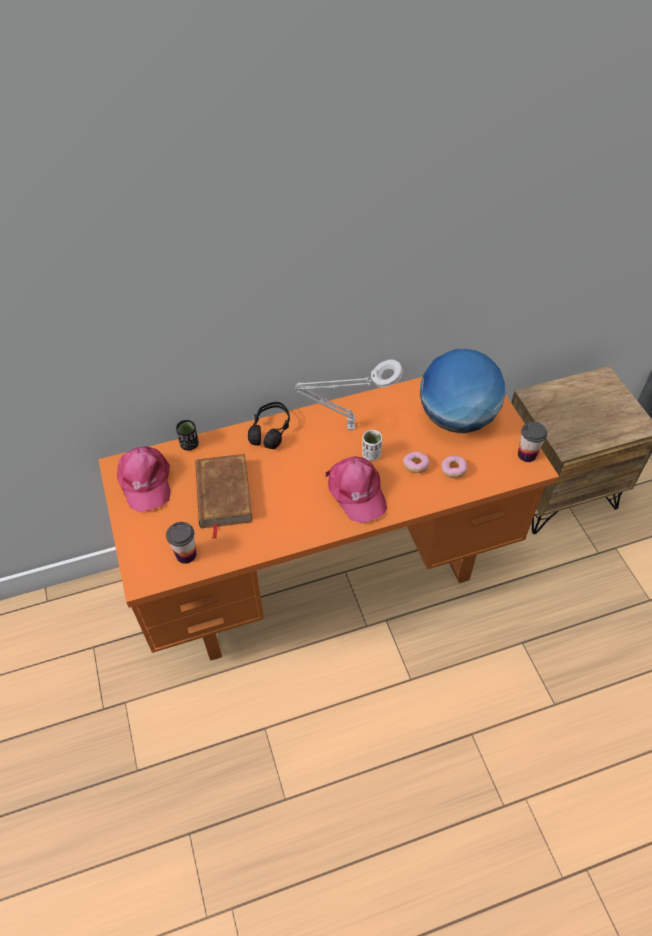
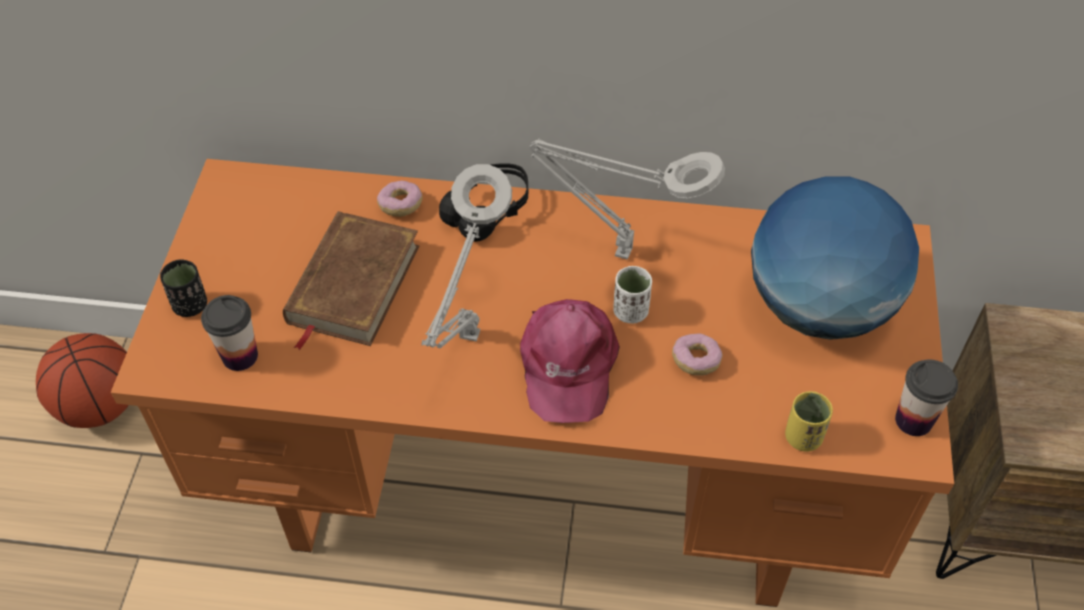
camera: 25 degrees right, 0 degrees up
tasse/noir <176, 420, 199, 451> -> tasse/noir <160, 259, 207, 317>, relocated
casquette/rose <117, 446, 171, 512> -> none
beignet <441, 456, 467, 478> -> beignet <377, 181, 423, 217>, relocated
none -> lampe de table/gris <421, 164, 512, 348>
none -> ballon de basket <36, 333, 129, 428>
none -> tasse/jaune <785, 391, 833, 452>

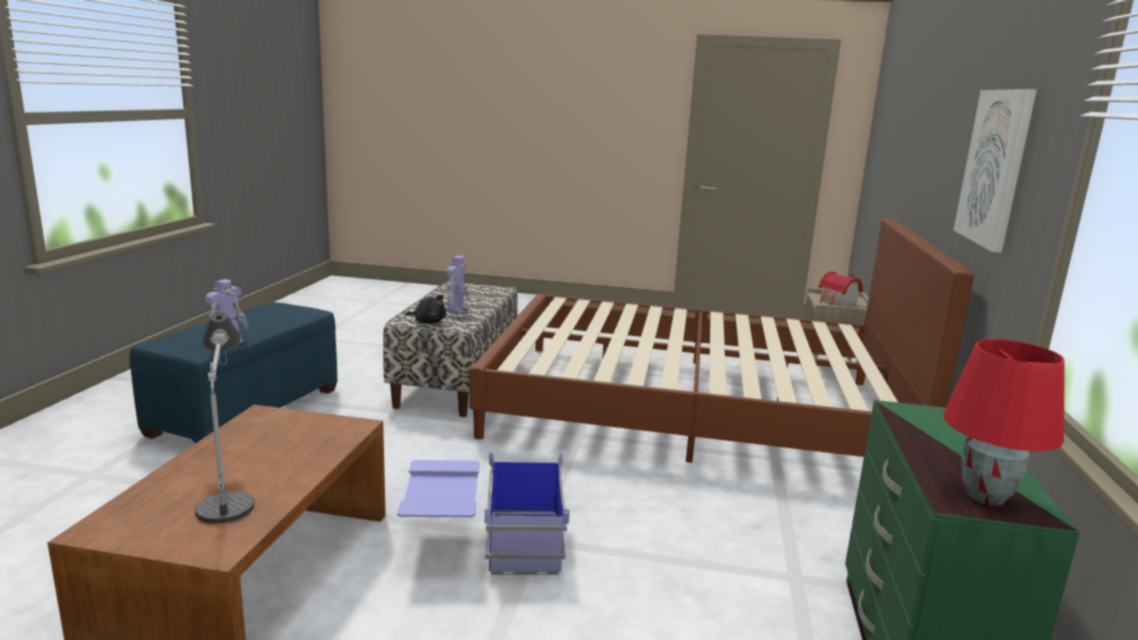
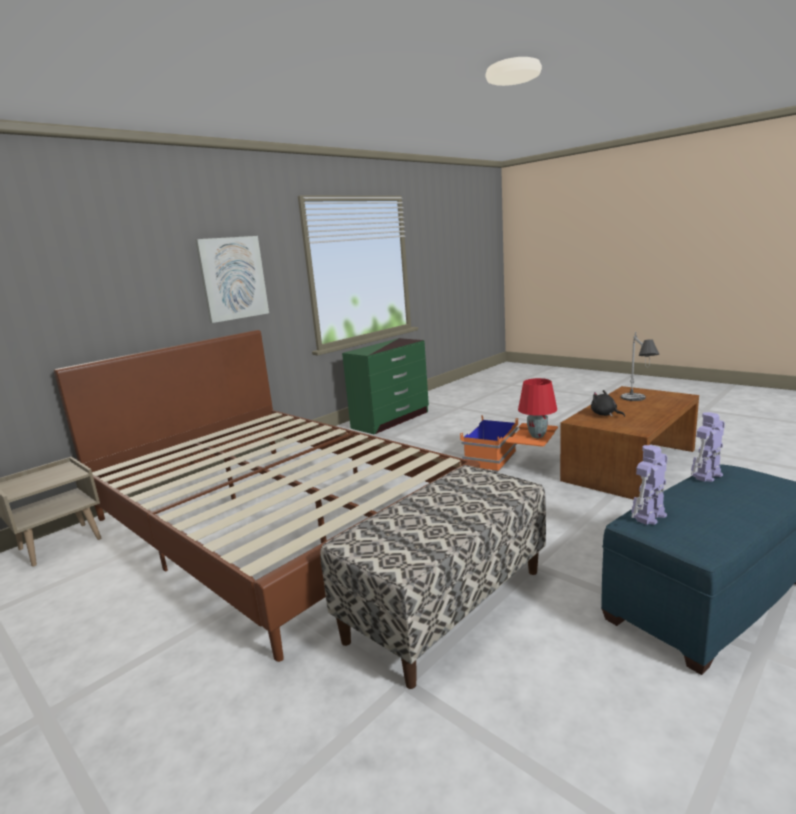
camera: 145 degrees left, 0 degrees up
robot jouet <445, 256, 468, 313> -> robot jouet <631, 445, 668, 525>, relocated
maison miniature <818, 271, 863, 307> -> none
peluche/noir <405, 295, 446, 324> -> peluche/noir <591, 390, 625, 417>, relocated
lampe de table/rouge <943, 339, 1065, 506> -> lampe de table/rouge <518, 378, 557, 438>, relocated
boîte de rangement/bleu <397, 452, 570, 575> -> boîte de rangement/orange <460, 415, 558, 472>

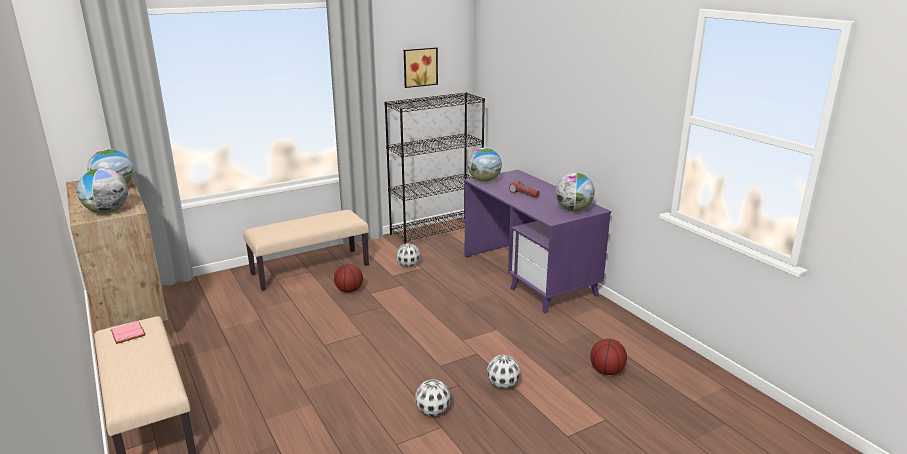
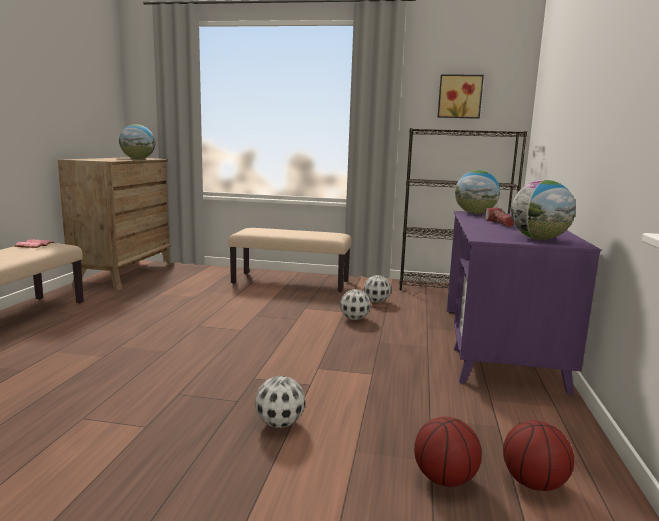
camera: 40 degrees right, 10 degrees down
globe <77, 168, 128, 213> -> none
ballon de basket <334, 264, 363, 293> -> ballon de basket <503, 420, 574, 491>, relocated
ballon de foot <415, 379, 450, 416> -> ballon de foot <340, 289, 371, 320>, relocated

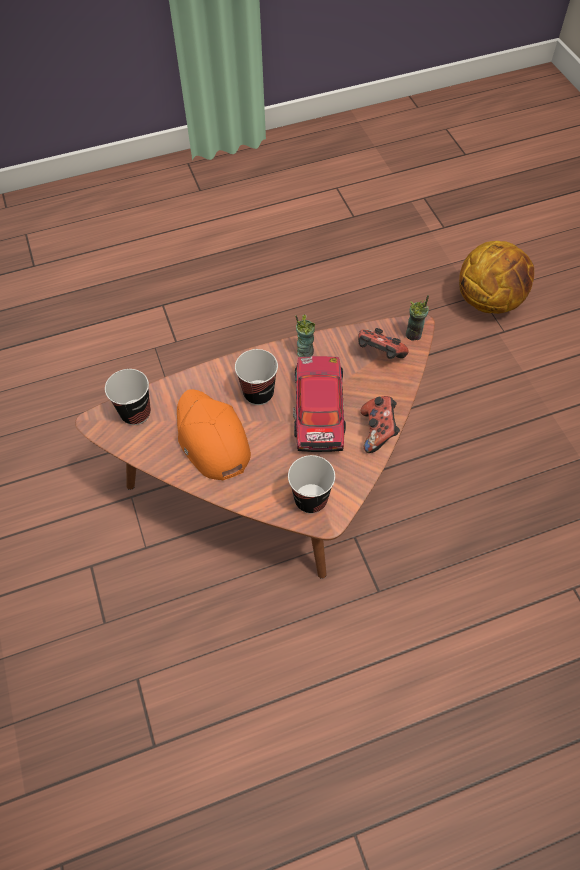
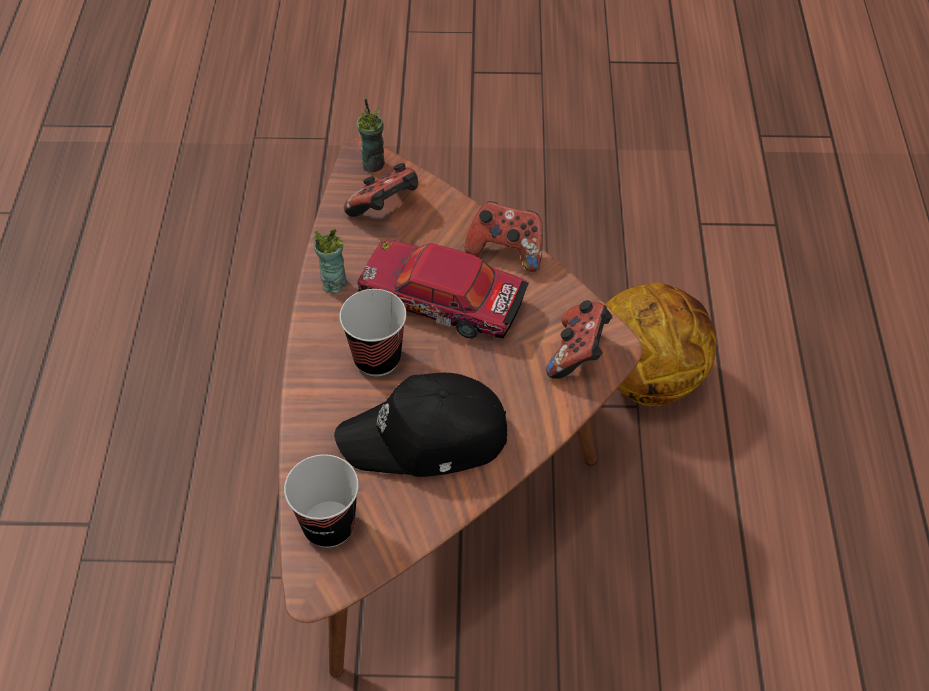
camera: 70 degrees left, 5 degrees down
ballon de basket <459, 241, 534, 314> -> ballon de basket <606, 283, 716, 406>, relocated
casquette/orange <177, 389, 251, 480> -> casquette/noir <334, 373, 507, 477>
tasse <288, 455, 335, 514> -> manette <546, 300, 612, 379>

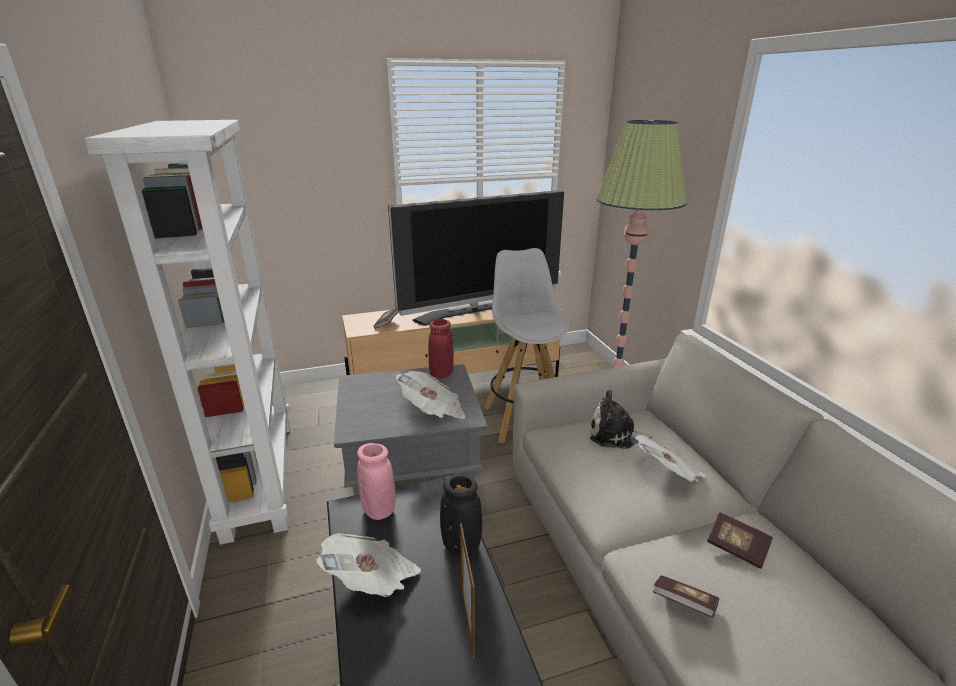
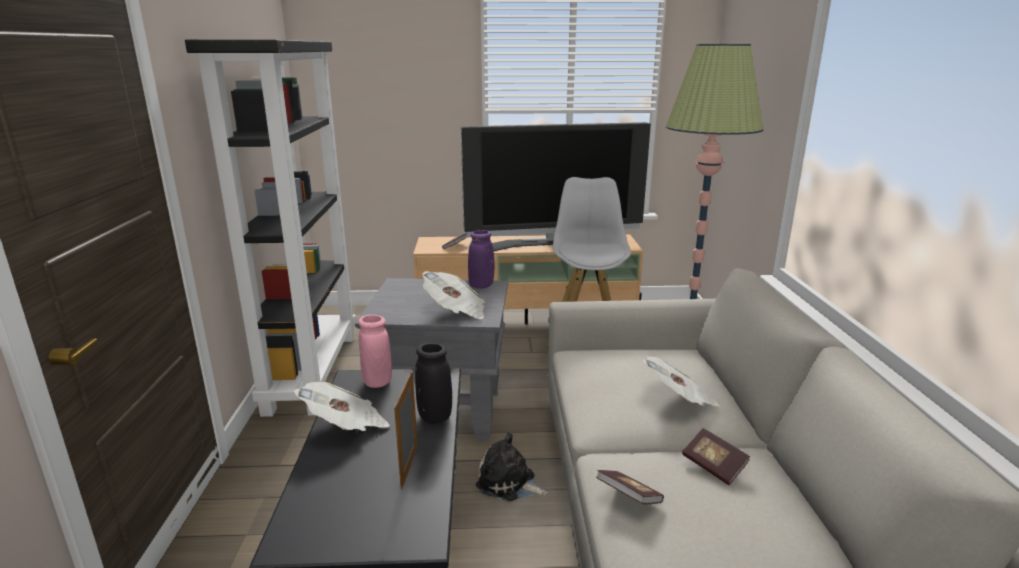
camera: 15 degrees right, 5 degrees down
bibliothèque/blanc <84, 120, 290, 545> -> bibliothèque/noir <185, 40, 356, 417>
vase/rouge <429, 319, 454, 378> -> vase/violet <468, 230, 494, 289>
peluche <590, 390, 653, 449> -> peluche <476, 432, 548, 502>, relocated

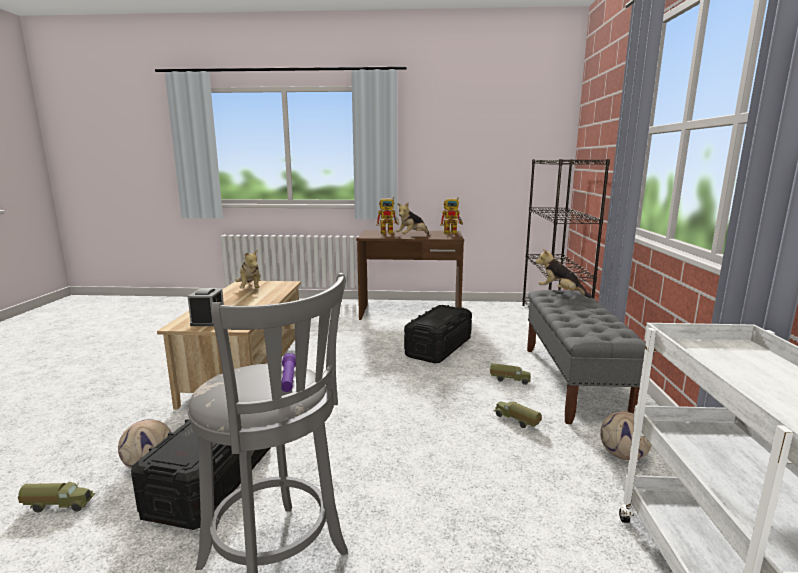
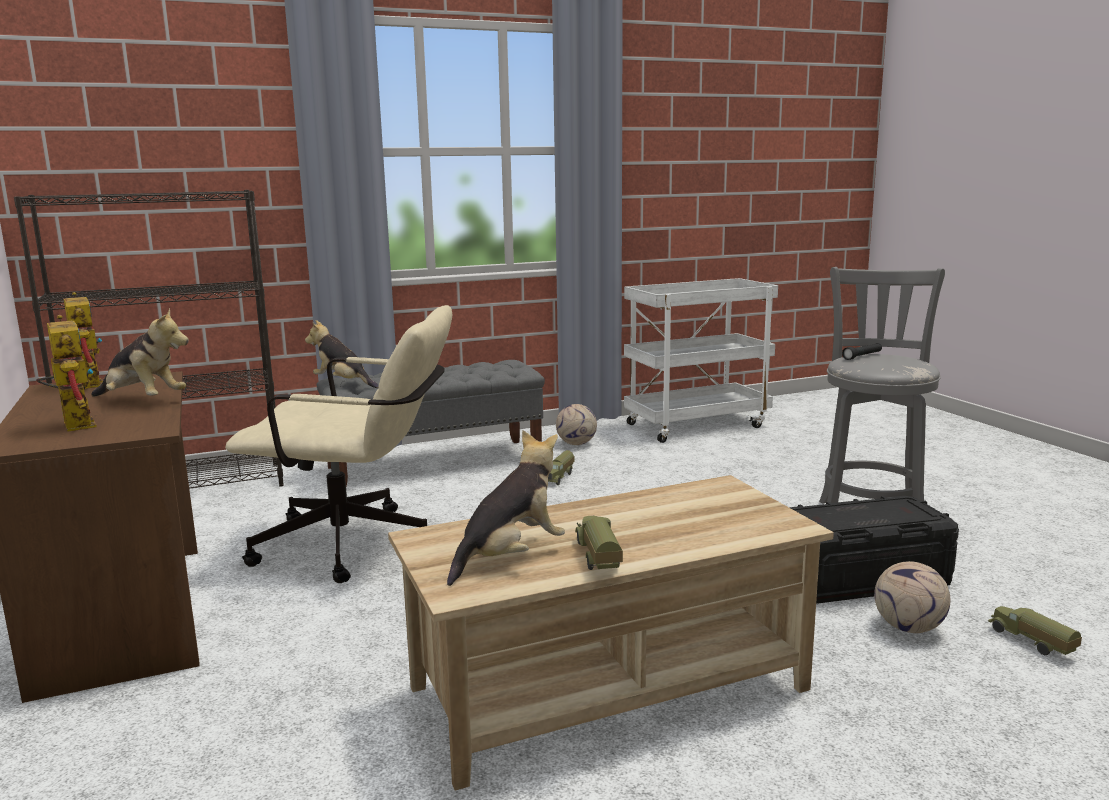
camera: 115 degrees left, 0 degrees up
peluche <535, 249, 592, 298> -> peluche <305, 320, 379, 388>, 105 degrees clockwise
réveil <188, 288, 224, 326> -> none
boîte de rangement/noir <404, 305, 472, 363> -> chaise de bureau/beige <225, 305, 453, 583>
lampe de poche/violet <281, 353, 296, 392> -> lampe de poche/noir <842, 343, 882, 360>
camion jouet <490, 363, 531, 385> -> camion jouet <575, 516, 623, 570>, relocated

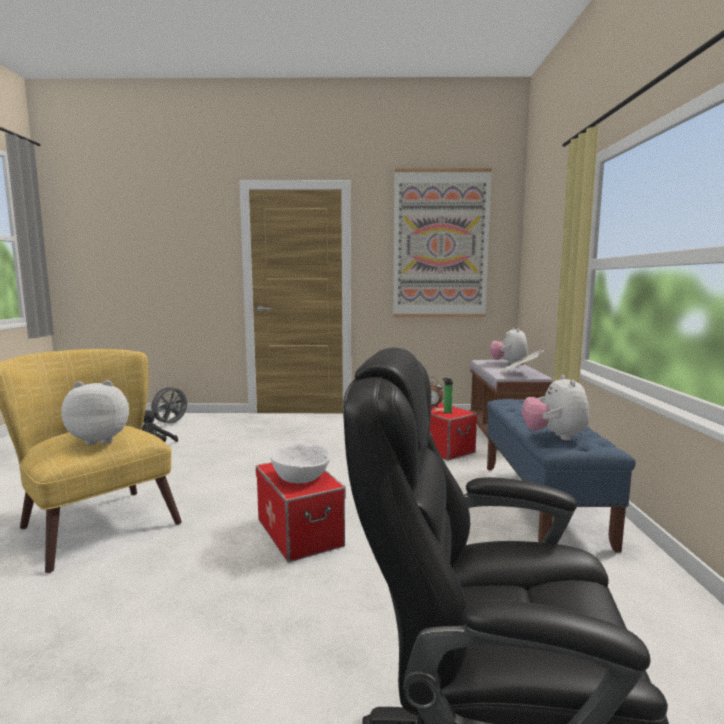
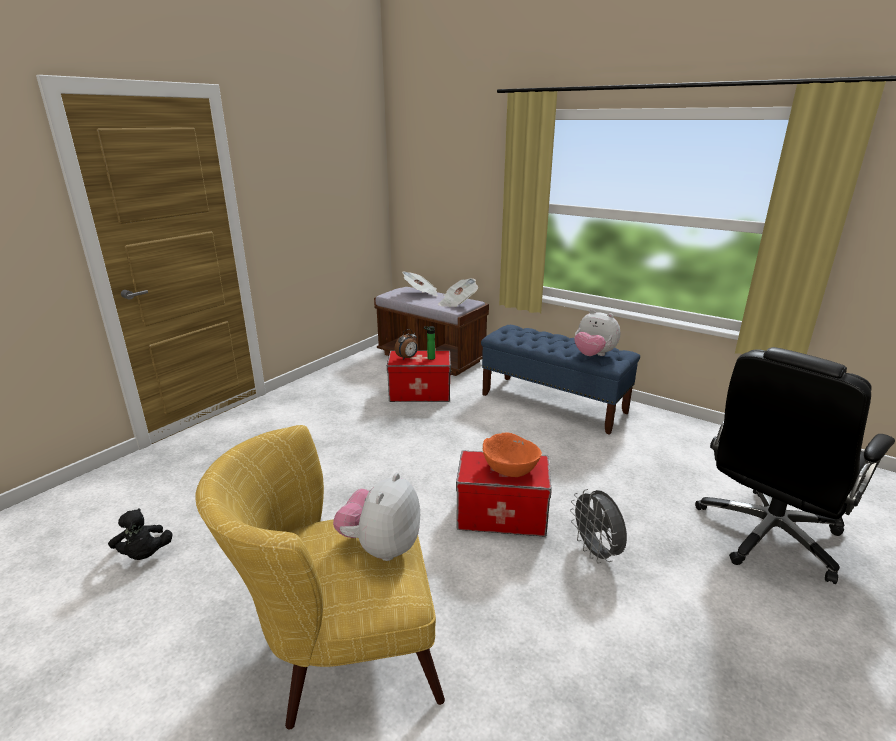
camera: 55 degrees left, 15 degrees up
tableau <393, 168, 492, 317> -> none
peluche <490, 327, 528, 364> -> journal <402, 271, 438, 296>
ventilateur/gris <148, 385, 187, 425> -> ventilateur/gris <570, 489, 627, 564>, relocated
bol/blanc <270, 442, 330, 483> -> bol/orange <483, 433, 542, 477>

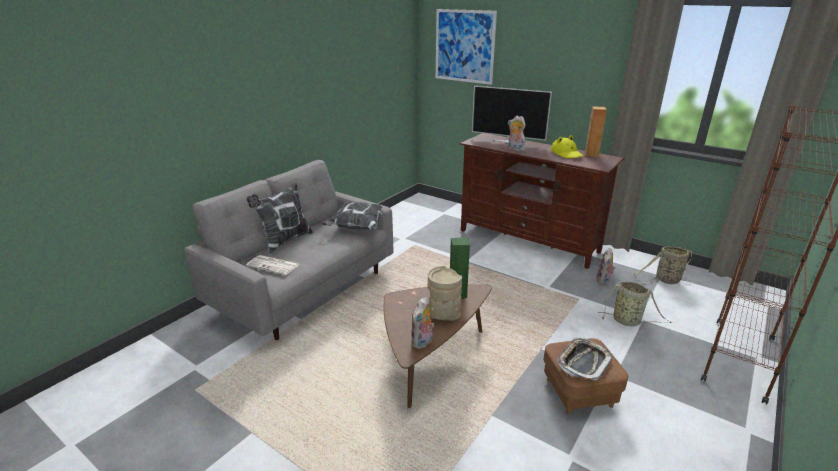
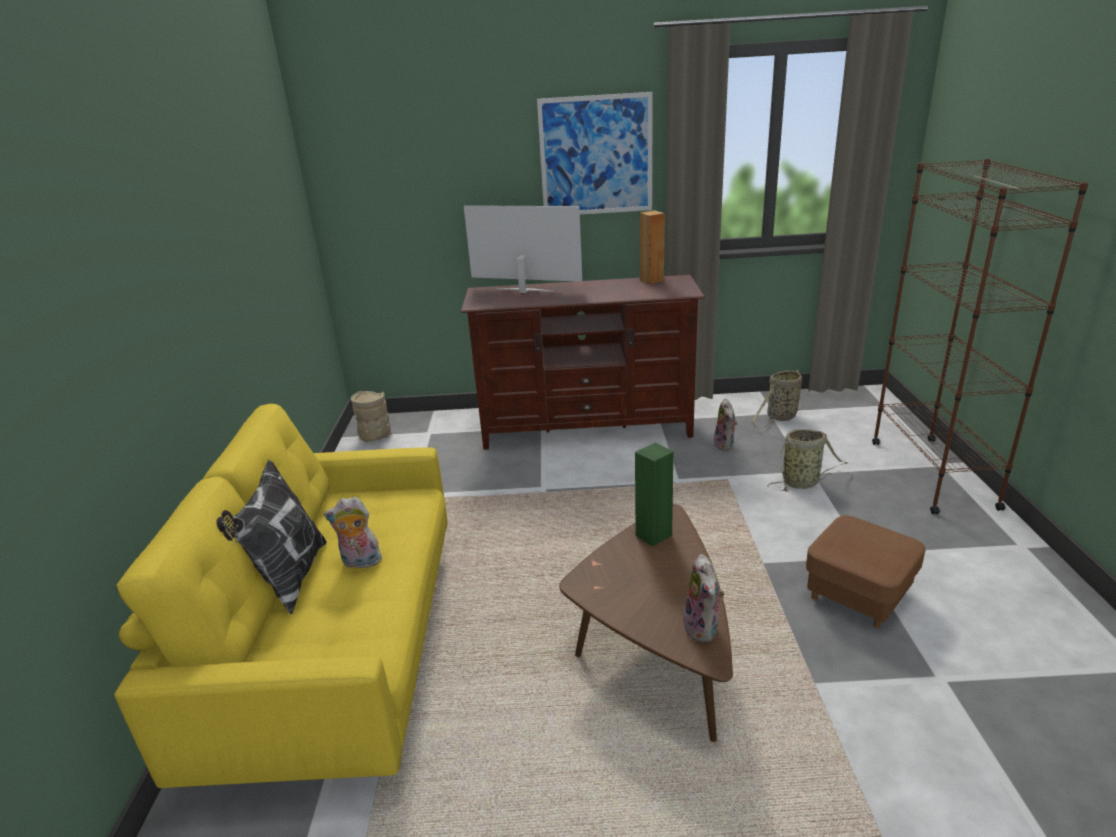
camera: 35 degrees left, 0 degrees up
tableau <436, 9, 497, 85> -> tableau <537, 92, 653, 214>, relocated
téléviseur <472, 86, 552, 144> -> téléviseur <464, 205, 582, 293>, 150 degrees counterclockwise
peluche <508, 116, 526, 151> -> peluche <324, 497, 382, 568>, relocated
chapeau/jaune <551, 135, 584, 158> -> none
canapé/gris <184, 160, 393, 340> -> canapé/jaune <114, 404, 447, 788>
coussin <322, 202, 391, 230> -> none
journal <246, 255, 300, 275> -> none
vase/beige <428, 266, 462, 321> -> vase/beige <351, 391, 391, 442>, relocated
plateau <558, 337, 612, 381> -> none

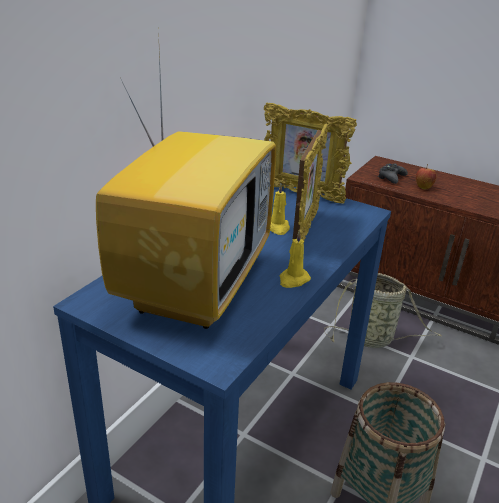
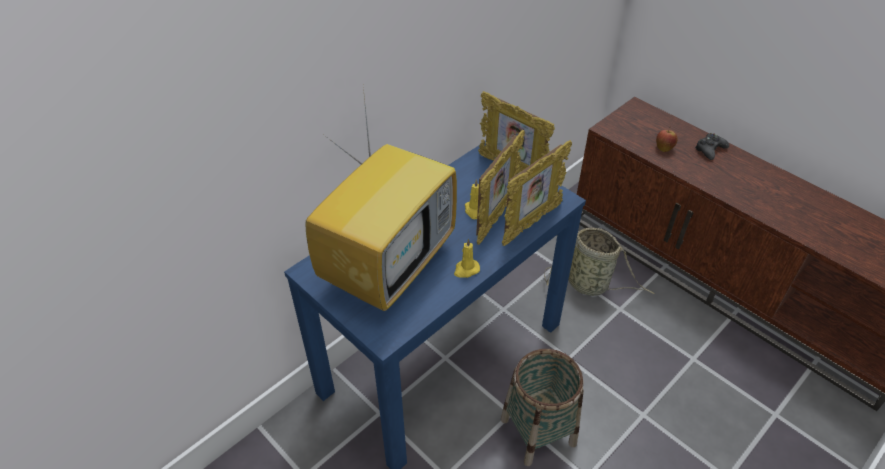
camera: 15 degrees right, 15 degrees up
manette/noir <378, 163, 408, 184> -> manette/noir <695, 133, 729, 160>, relocated
none -> cadre photo <502, 140, 572, 246>

